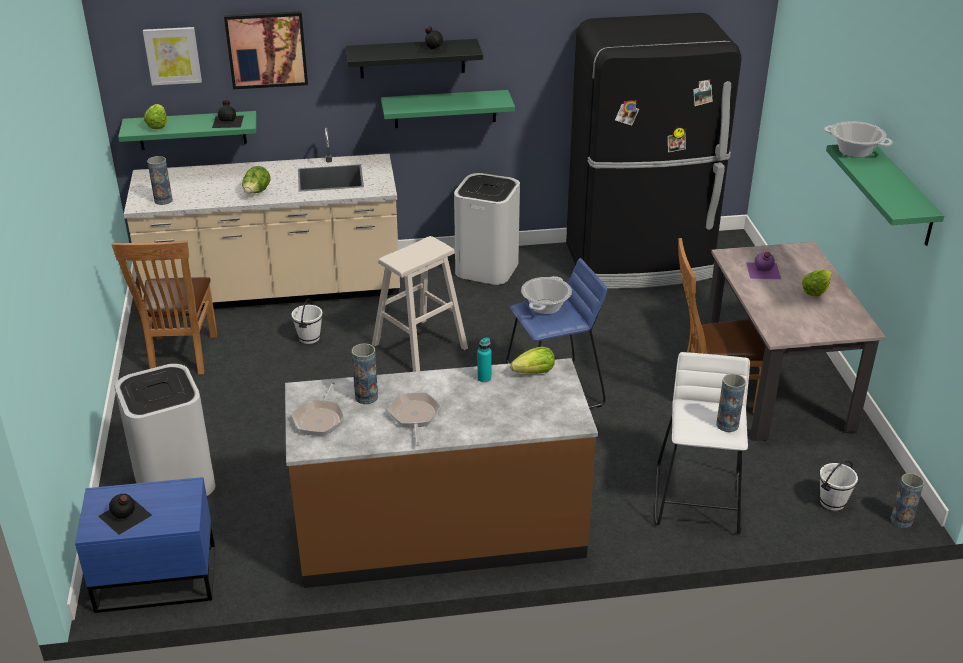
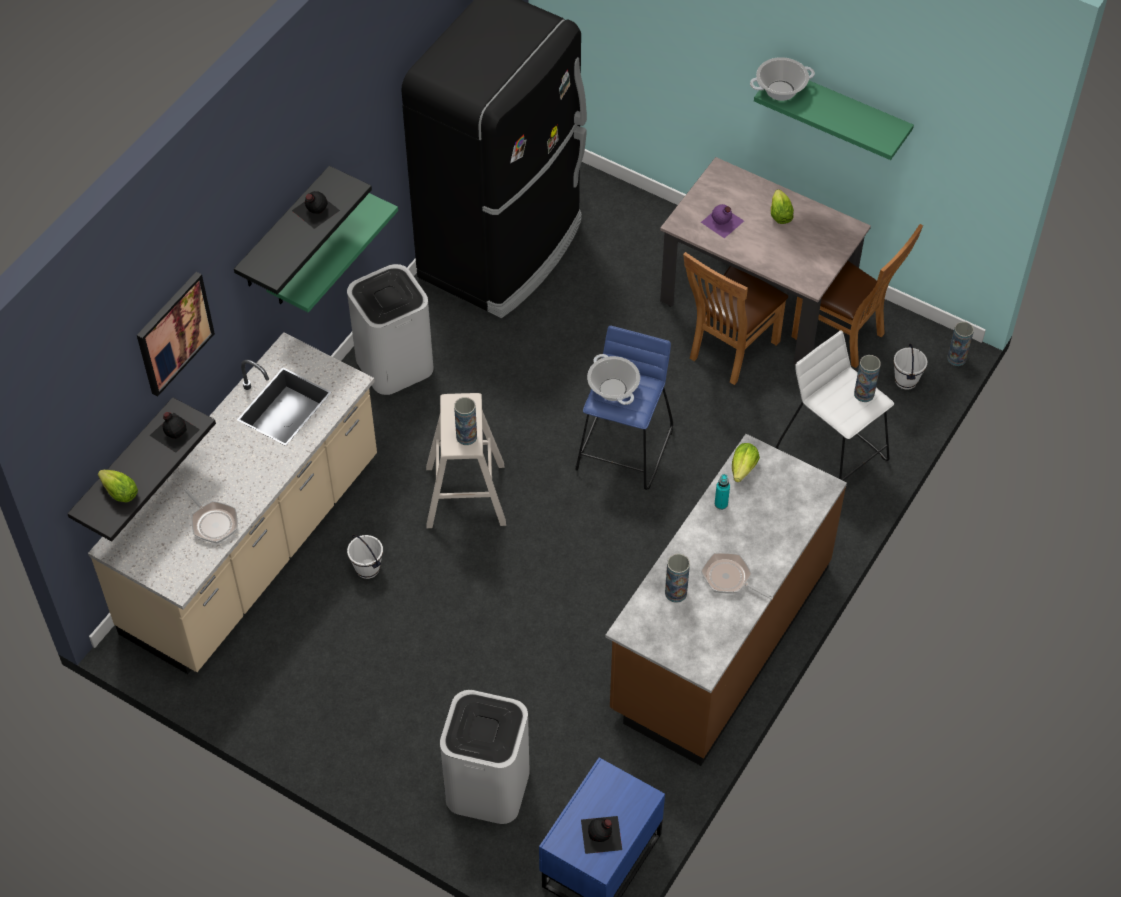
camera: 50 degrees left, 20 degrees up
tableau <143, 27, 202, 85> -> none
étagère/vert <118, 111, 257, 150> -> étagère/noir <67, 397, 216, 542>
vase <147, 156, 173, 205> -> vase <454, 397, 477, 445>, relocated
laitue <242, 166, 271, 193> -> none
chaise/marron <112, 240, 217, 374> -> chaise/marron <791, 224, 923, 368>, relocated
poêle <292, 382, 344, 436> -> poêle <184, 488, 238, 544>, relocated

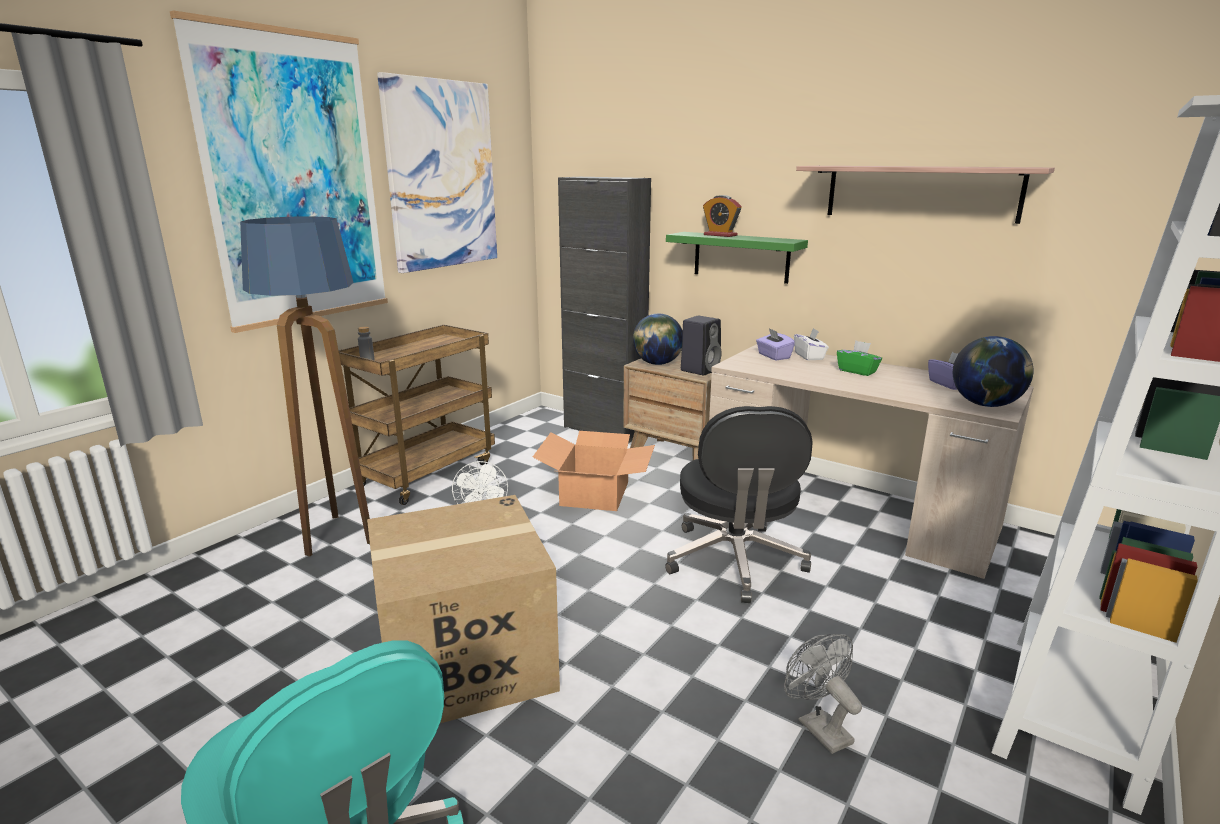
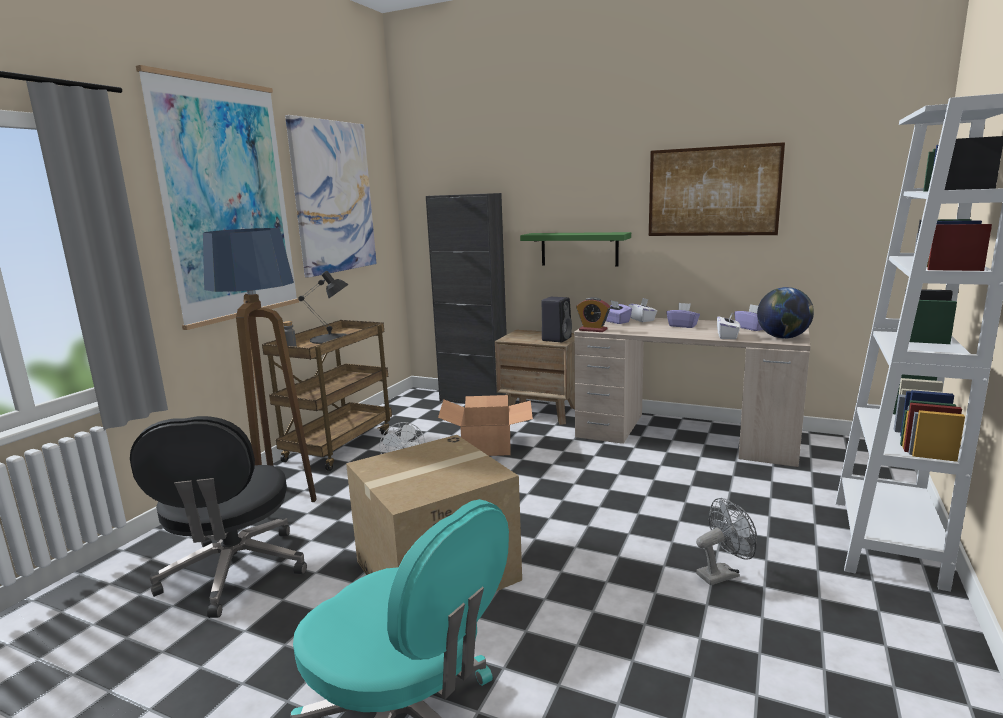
camera: 10 degrees left, 5 degrees down
étagère <796, 166, 1055, 224> -> tableau <649, 142, 785, 236>
réveil <703, 195, 741, 237> -> réveil <576, 297, 610, 332>, relocated
globe <633, 314, 683, 365> -> none
boîte à mouchoirs/vert <837, 340, 882, 376> -> boîte à mouchoirs/violet <666, 303, 700, 328>
chaise de bureau/noir <665, 406, 813, 603> -> chaise de bureau/noir <130, 416, 307, 618>, relocated
ventilateur/gris <784, 634, 862, 754> -> ventilateur/gris <696, 498, 757, 585>, 105 degrees clockwise
none -> lampe de table/noir <298, 271, 349, 344>
none -> boîte à mouchoirs/blanc <717, 312, 740, 339>

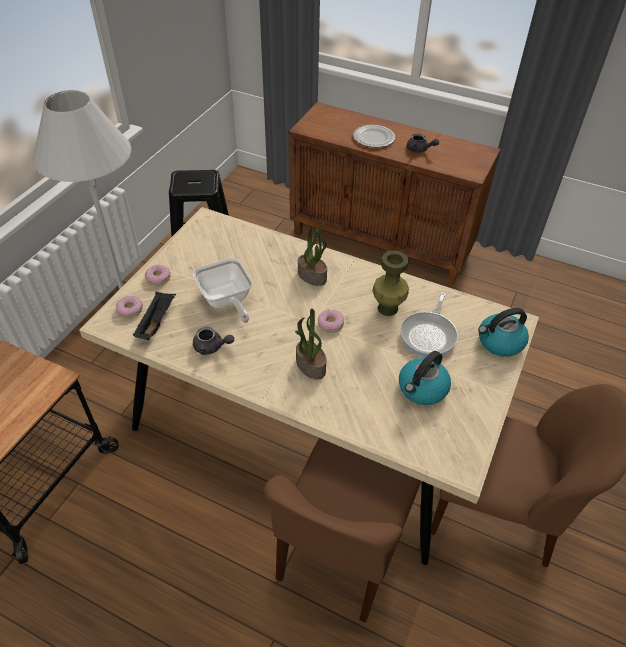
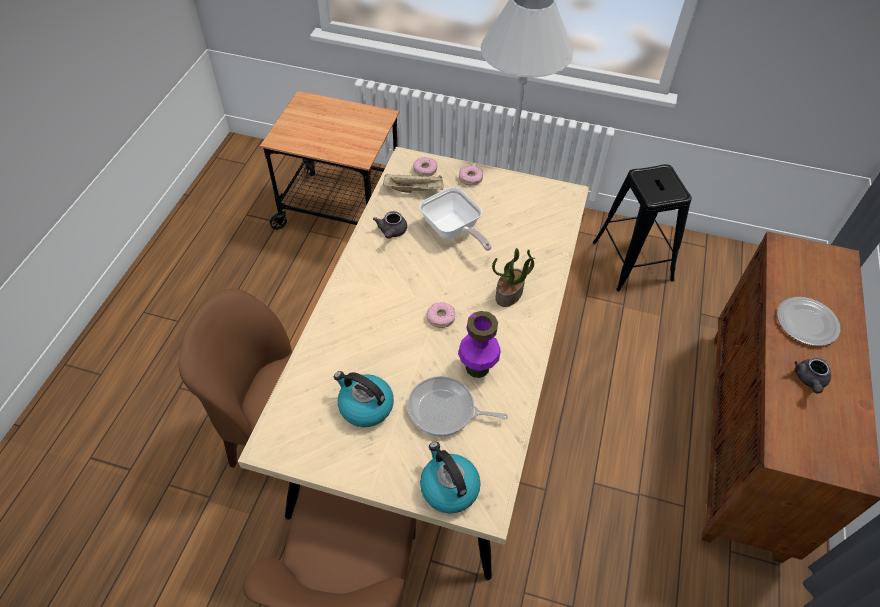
camera: 80 degrees right, 5 degrees up
vase/vert <372, 250, 409, 316> -> vase/violet <458, 311, 501, 378>
poêle <193, 258, 253, 323> -> poêle <419, 187, 492, 251>, 90 degrees counterclockwise
plateau/noir <133, 292, 176, 340> -> plateau/beige <383, 173, 444, 193>
plante en pot <295, 309, 326, 379> -> none

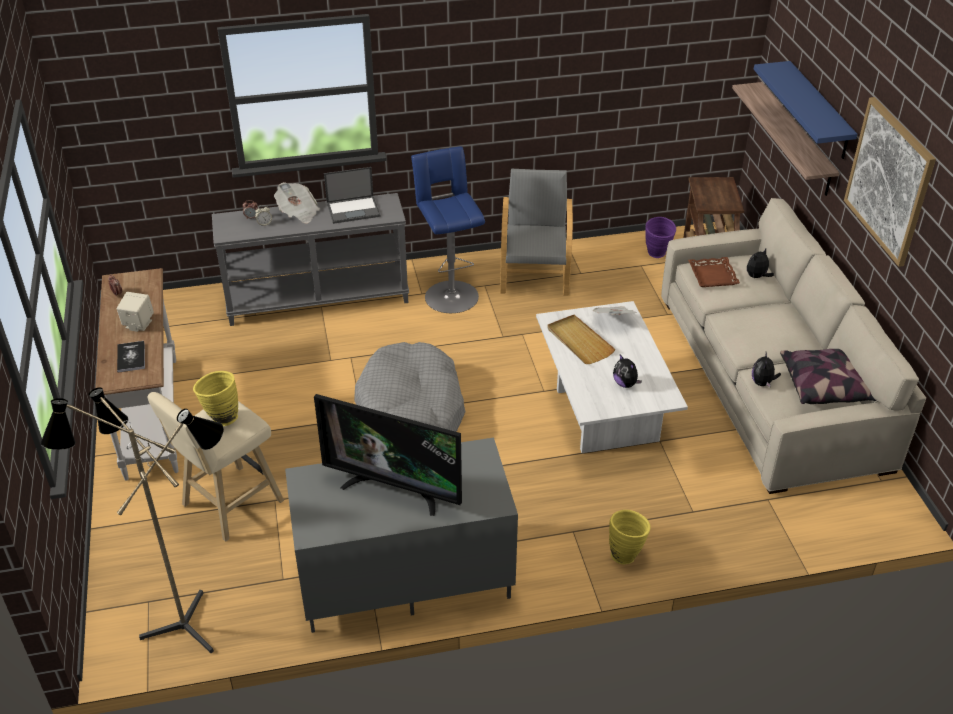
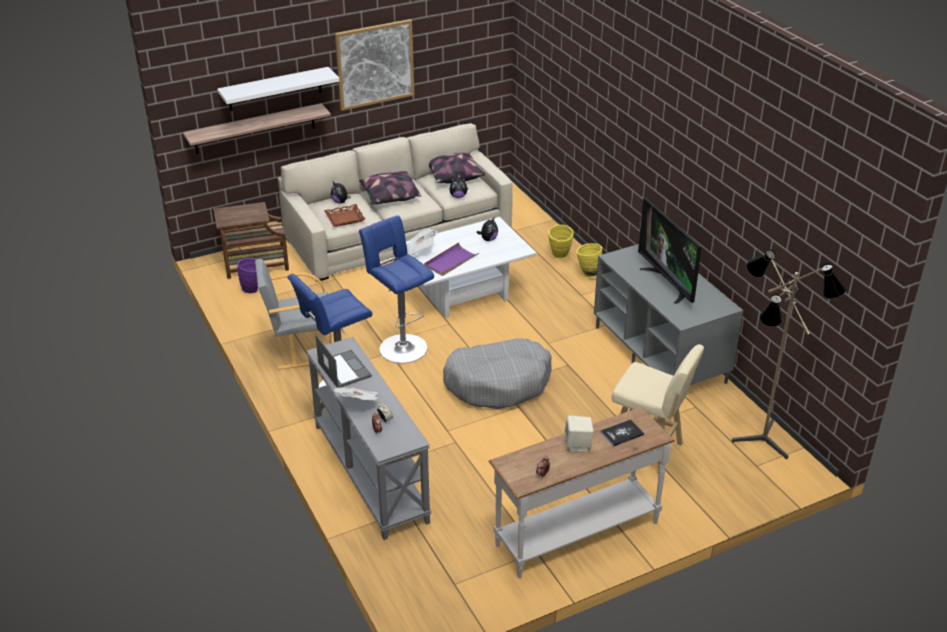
camera: 105 degrees left, 5 degrees down
étagère/bleu <754, 61, 857, 159> -> étagère/blanc <217, 67, 339, 111>
plateau/beige <547, 315, 615, 364> -> plateau/violet <424, 242, 479, 276>
vase/jaune <193, 371, 238, 426> -> vase/jaune <548, 225, 574, 259>, relocated
téléviseur <314, 394, 462, 516> -> téléviseur <638, 198, 702, 304>, 150 degrees clockwise
none -> coussin <359, 171, 421, 205>
none -> tabouret/bleu <359, 216, 434, 363>

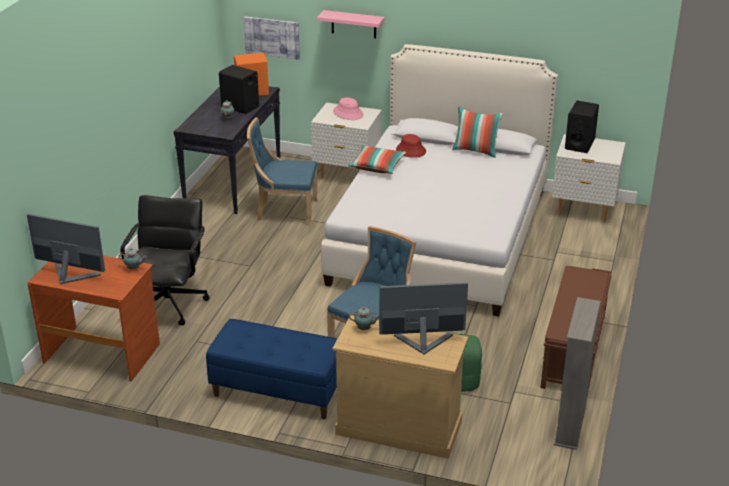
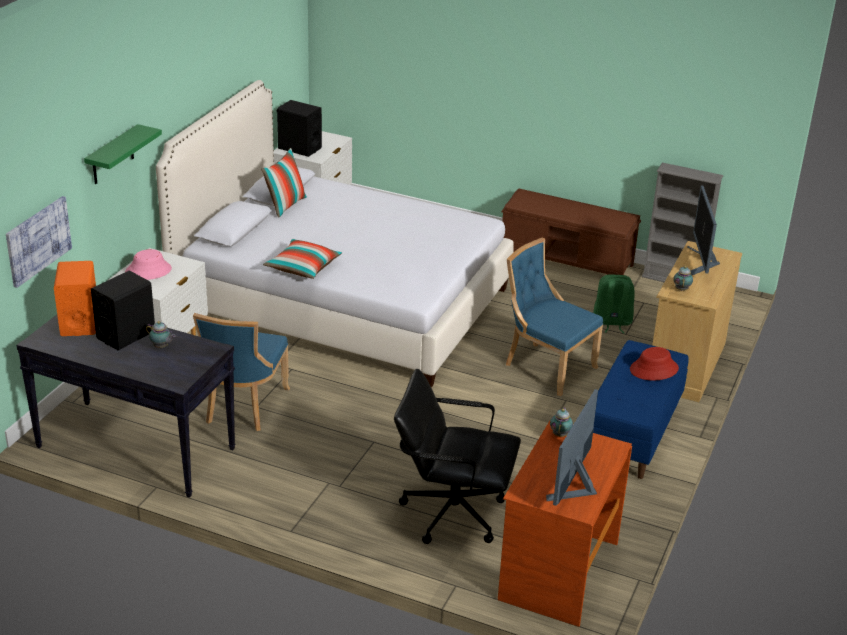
camera: 85 degrees left, 0 degrees up
étagère/rose <317, 10, 385, 38> -> étagère/vert <84, 124, 162, 184>
chapeau/rouge <396, 134, 426, 158> -> chapeau/rouge <630, 347, 679, 381>, relocated

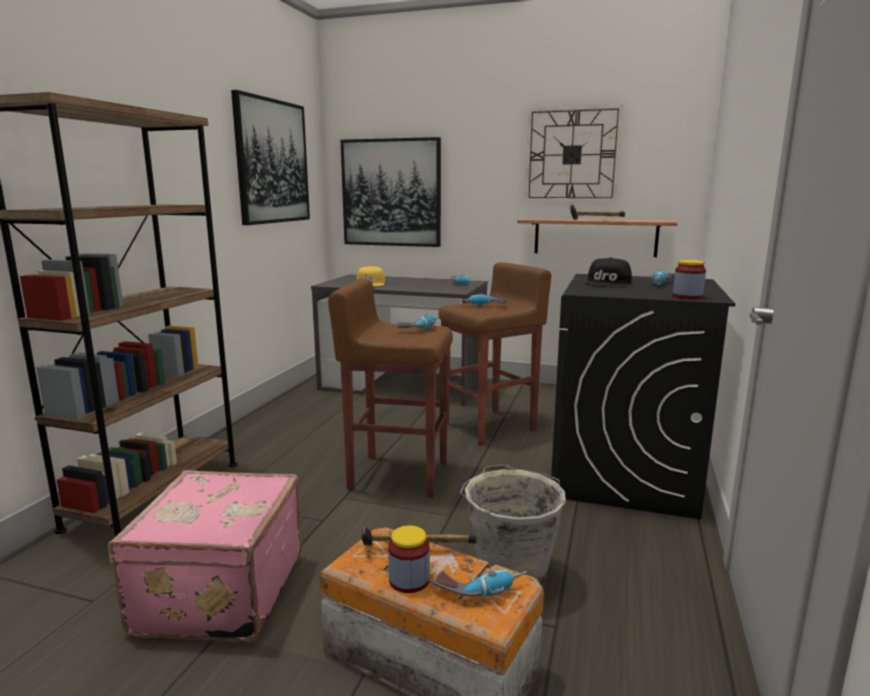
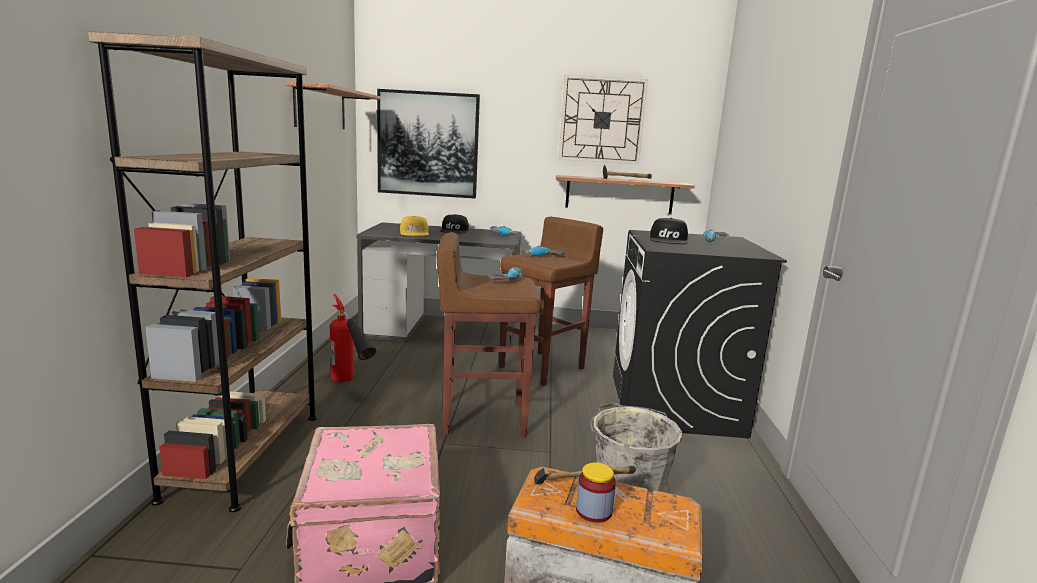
camera: 15 degrees left, 0 degrees up
tableau <231, 90, 310, 225> -> étagère <286, 81, 381, 129>
bocal <673, 260, 706, 300> -> none
perceuse <433, 570, 527, 597> -> none
none -> casquette/noir <440, 214, 469, 233>
none -> extincteur <330, 294, 376, 382>

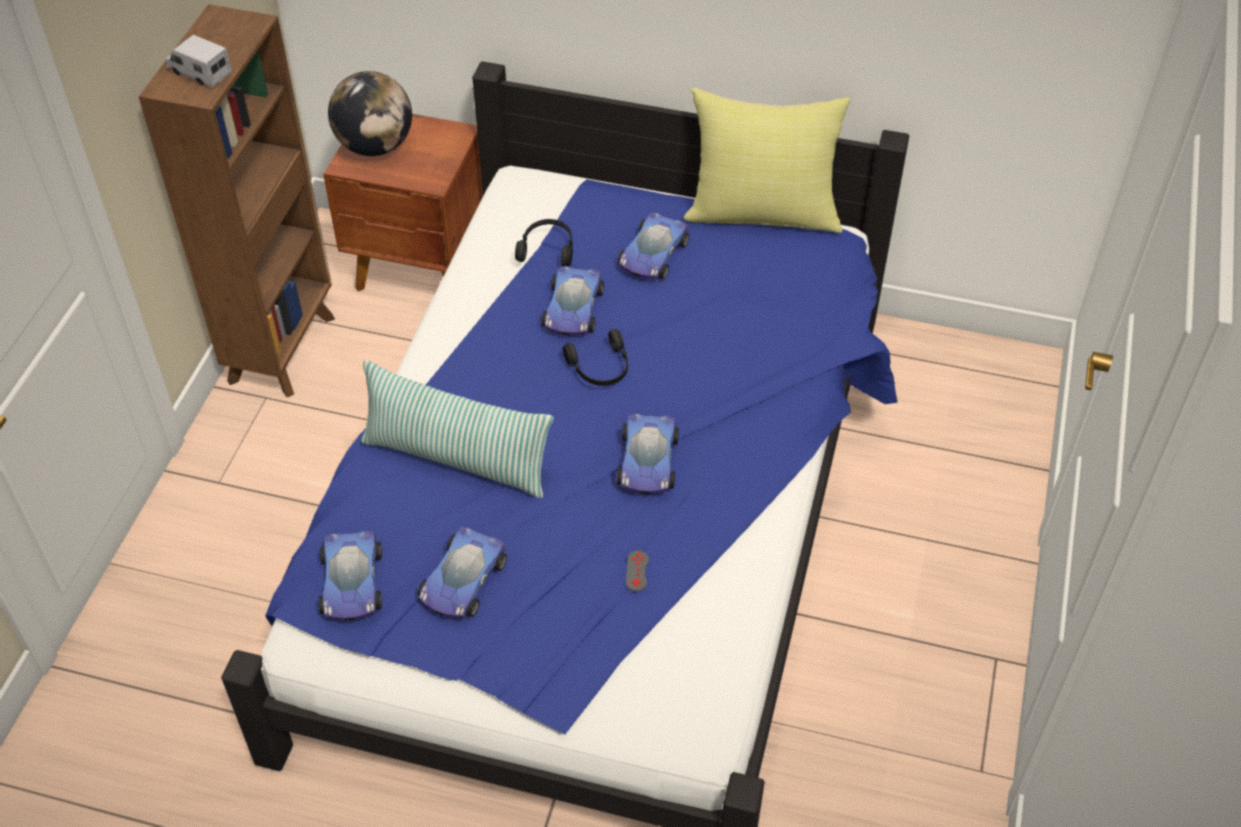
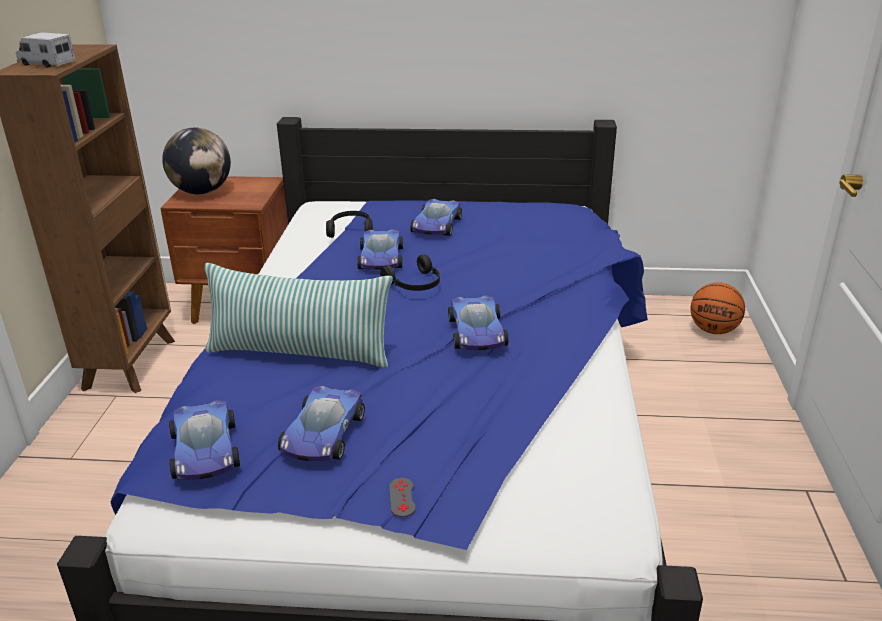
camera: 10 degrees left, 20 degrees down
coussin/jaune <683, 88, 851, 233> -> none
manette/gris <626, 551, 649, 591> -> manette/gris <389, 478, 416, 517>, relocated
none -> ballon de basket <690, 282, 745, 334>

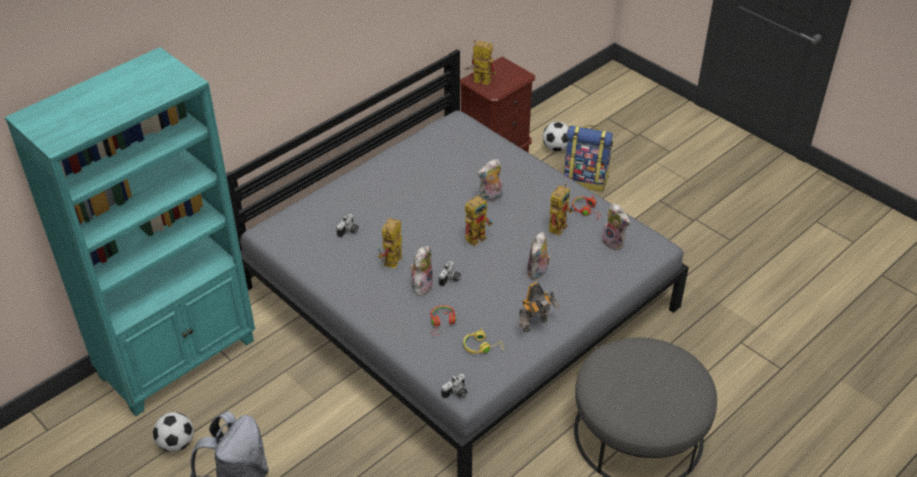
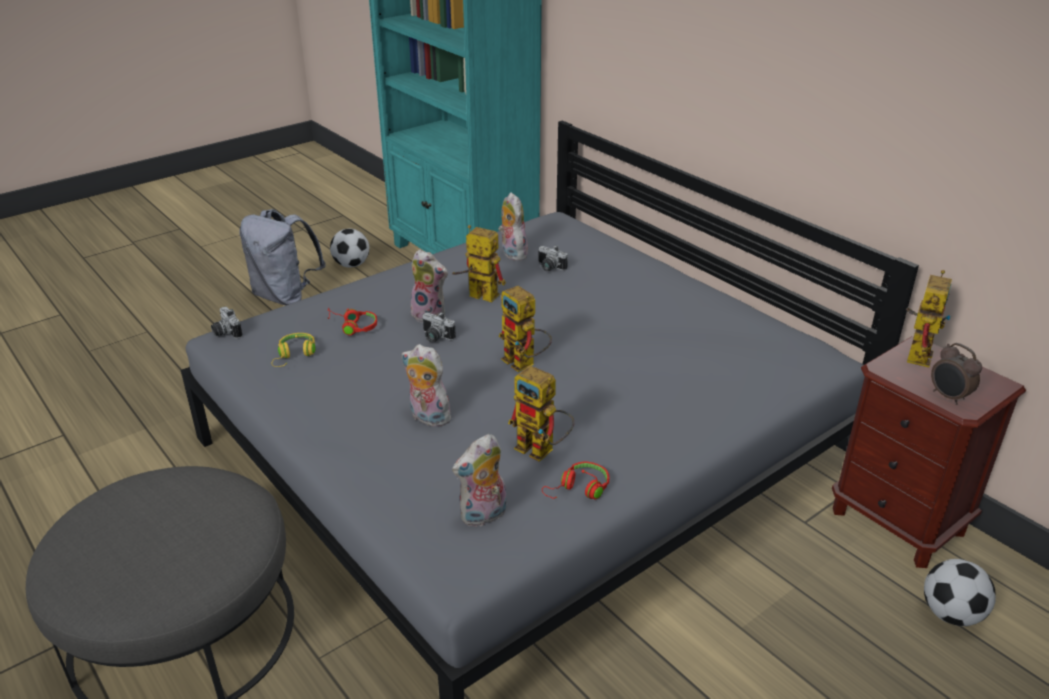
camera: 95 degrees right, 10 degrees down
sac à dos <563, 125, 613, 191> -> none
peluche <477, 159, 503, 202> -> peluche <498, 192, 528, 261>, relocated
robot jouet <519, 281, 560, 332> -> none
none -> réveil <931, 343, 982, 405>

